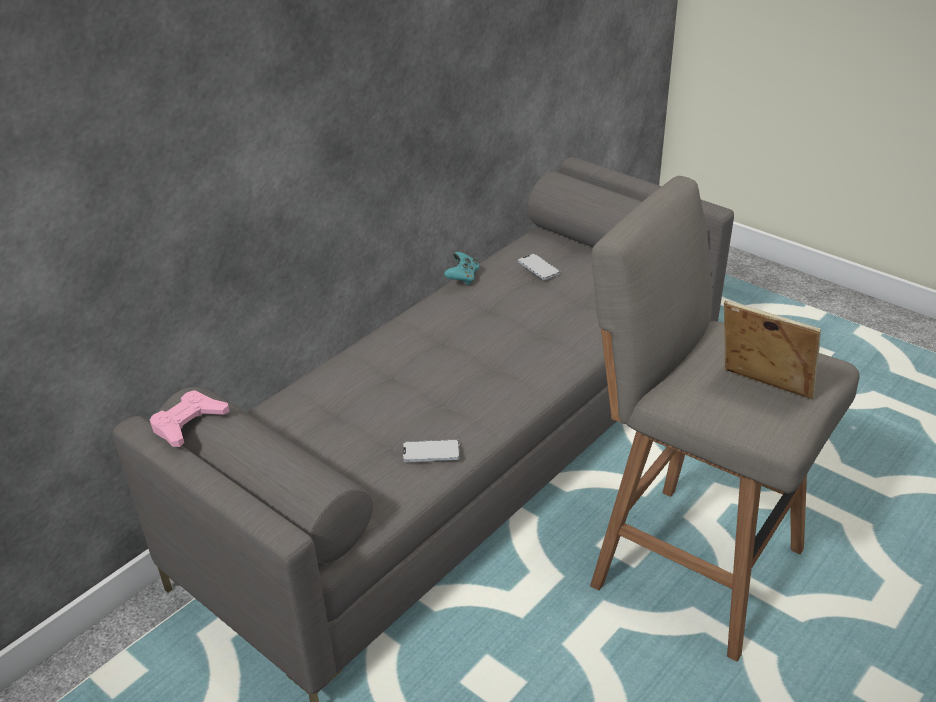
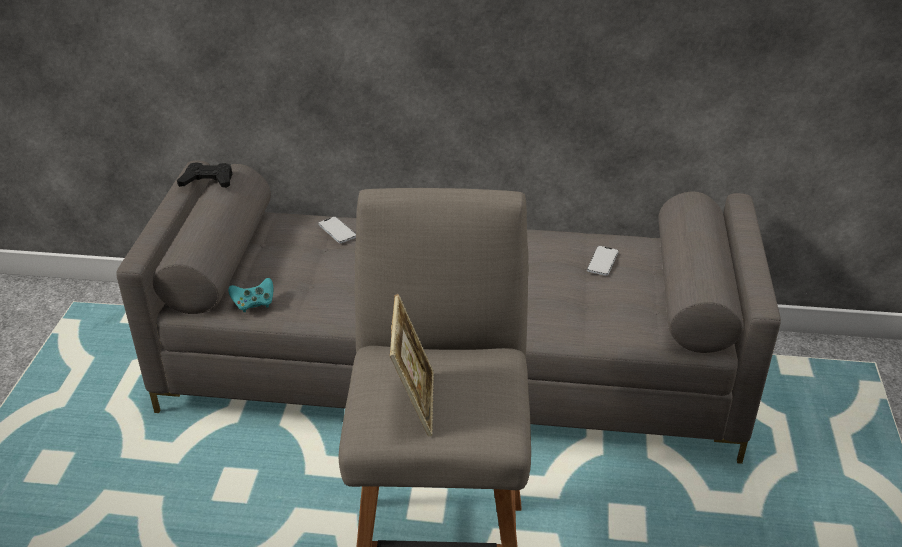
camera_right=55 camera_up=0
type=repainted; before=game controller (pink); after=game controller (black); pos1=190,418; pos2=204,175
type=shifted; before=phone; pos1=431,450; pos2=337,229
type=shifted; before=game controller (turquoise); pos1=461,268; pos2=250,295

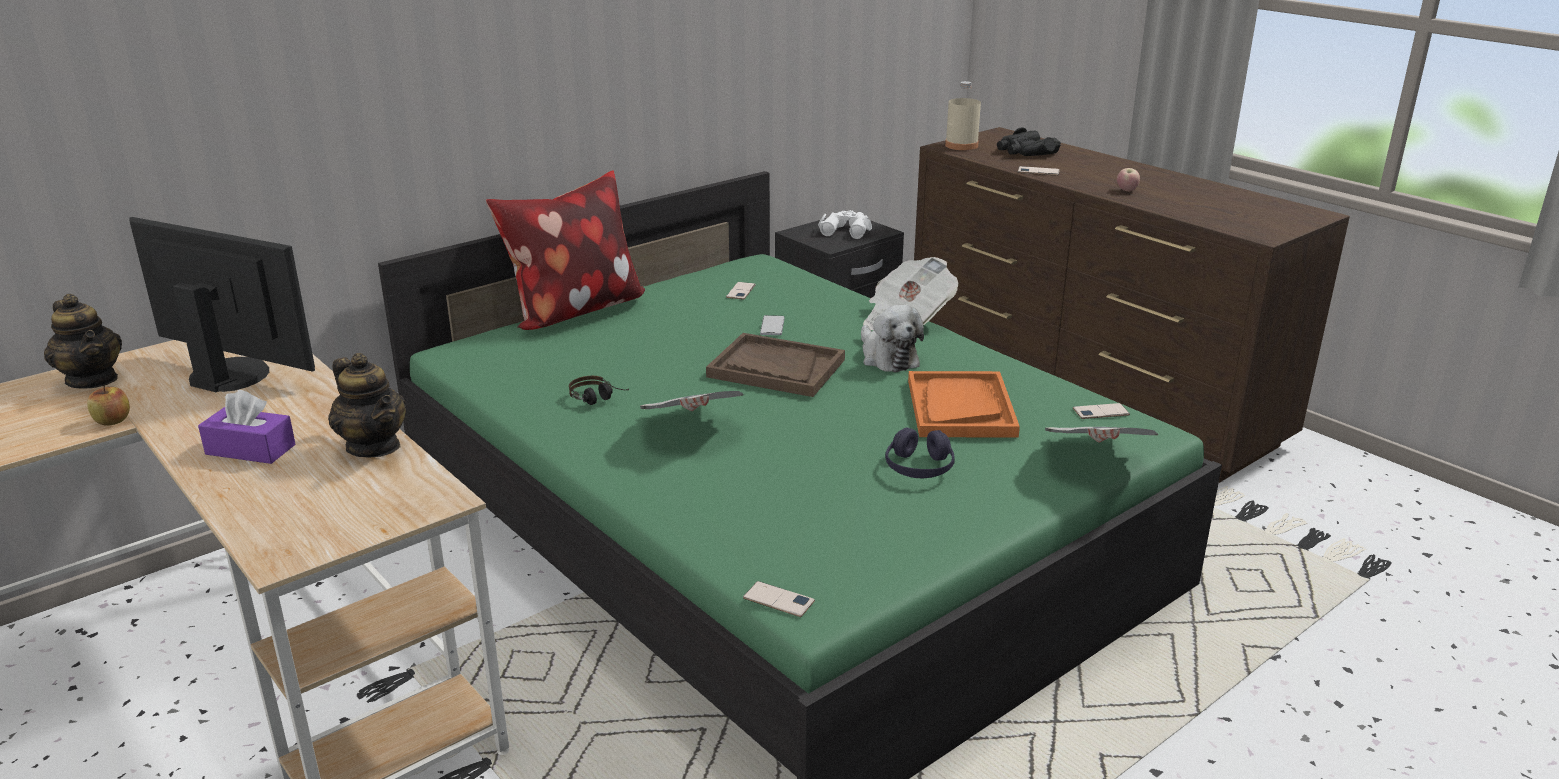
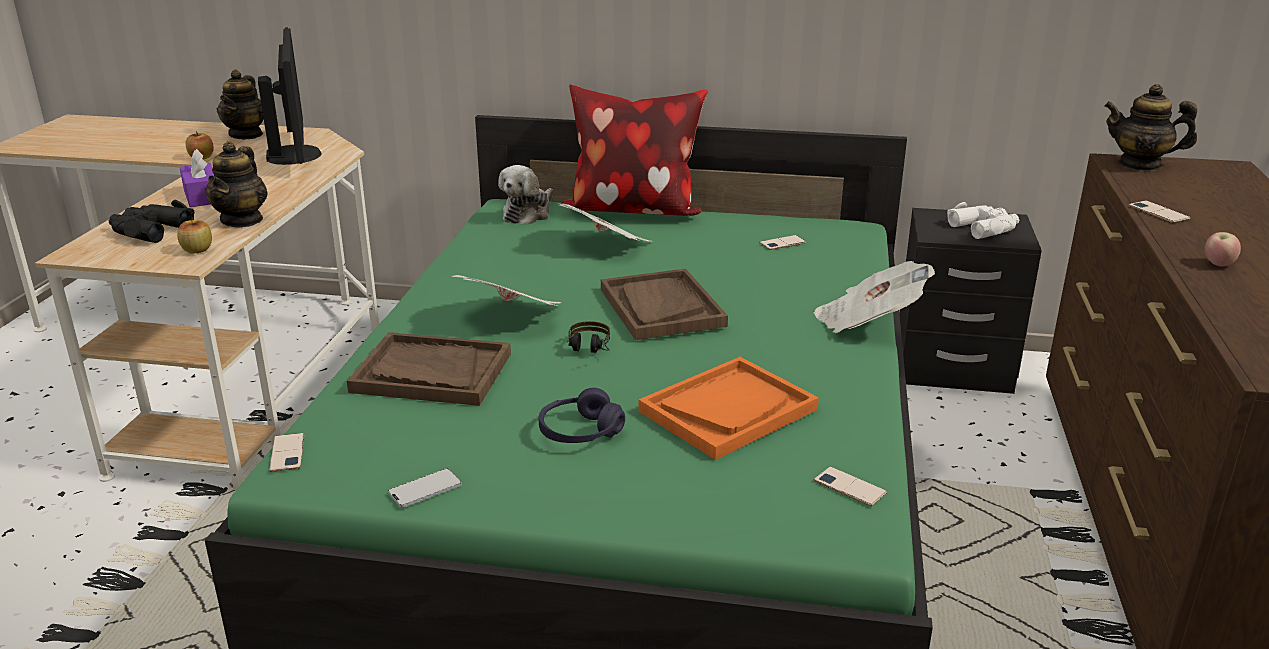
camera_right=50 camera_up=0
type=shifted; before=headphones; pos1=599,390; pos2=588,337
type=shifted; before=phone; pos1=772,325; pos2=425,488
type=shifted; before=plush toy; pos1=892,339; pos2=525,194
type=swapped; before=bottle (beige); after=teapot; pos1=963,115; pos2=1150,127
type=shifted; before=binoculars (black); pos1=1029,141; pos2=151,221
type=shifted; before=newspaper; pos1=1101,435; pos2=604,222
type=new; after=apple; pos2=194,235
type=new; after=tray (brown); pos2=429,369

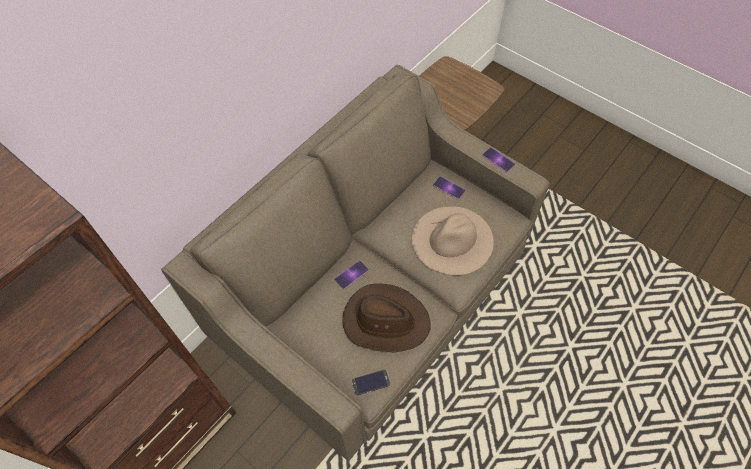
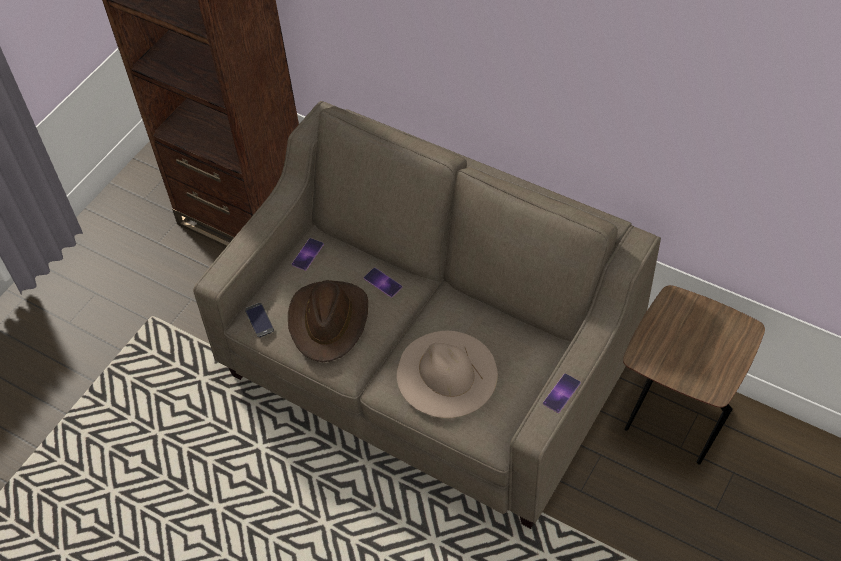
camera_right=85 camera_up=-5
type=shifted; before=phone; pos1=449,187; pos2=308,254

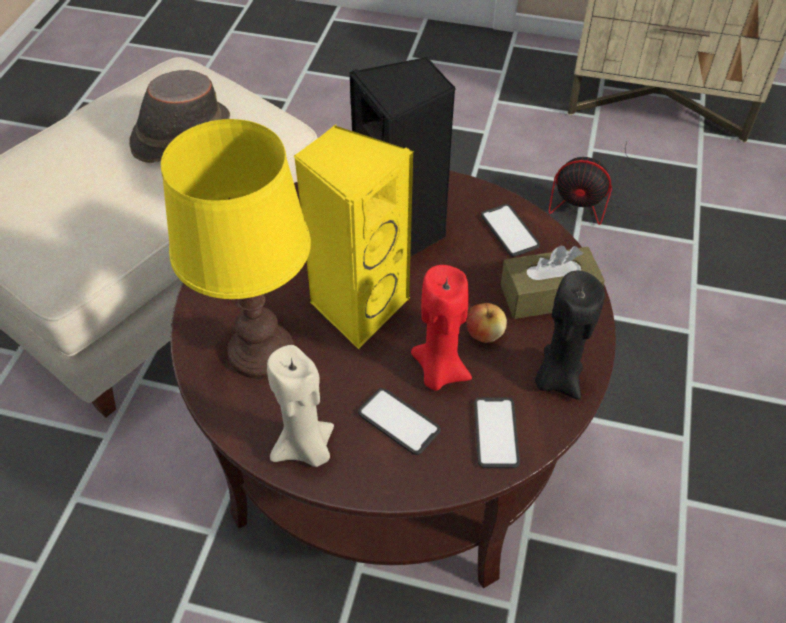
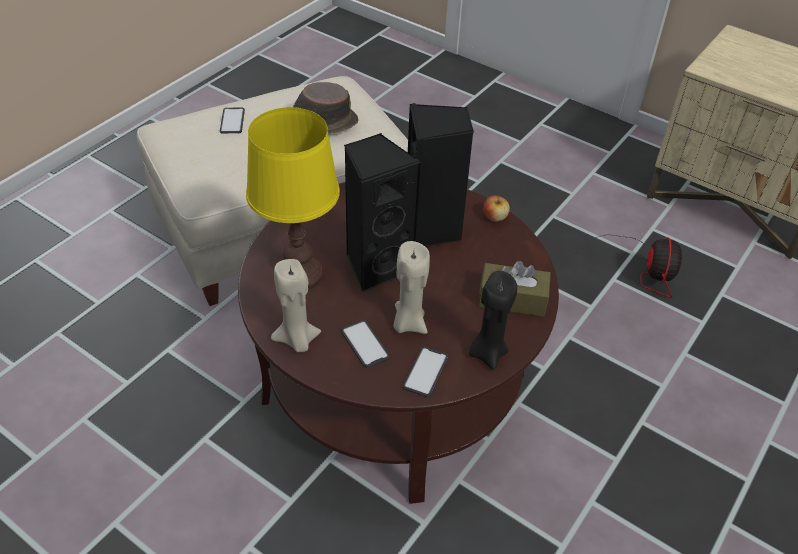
camera_right=20 camera_up=-5
type=repainted; before=speaker (yellow); after=speaker (black); pos1=353,236; pos2=382,213
type=repainted; before=candle (red); after=candle (beige); pos1=441,328; pos2=411,287
type=shifted; before=apple; pos1=486,323; pos2=496,208
type=shifted; before=phone; pos1=510,230; pos2=232,120
type=rotated; before=fan; pos1=604,183; pos2=619,266; turn=-120

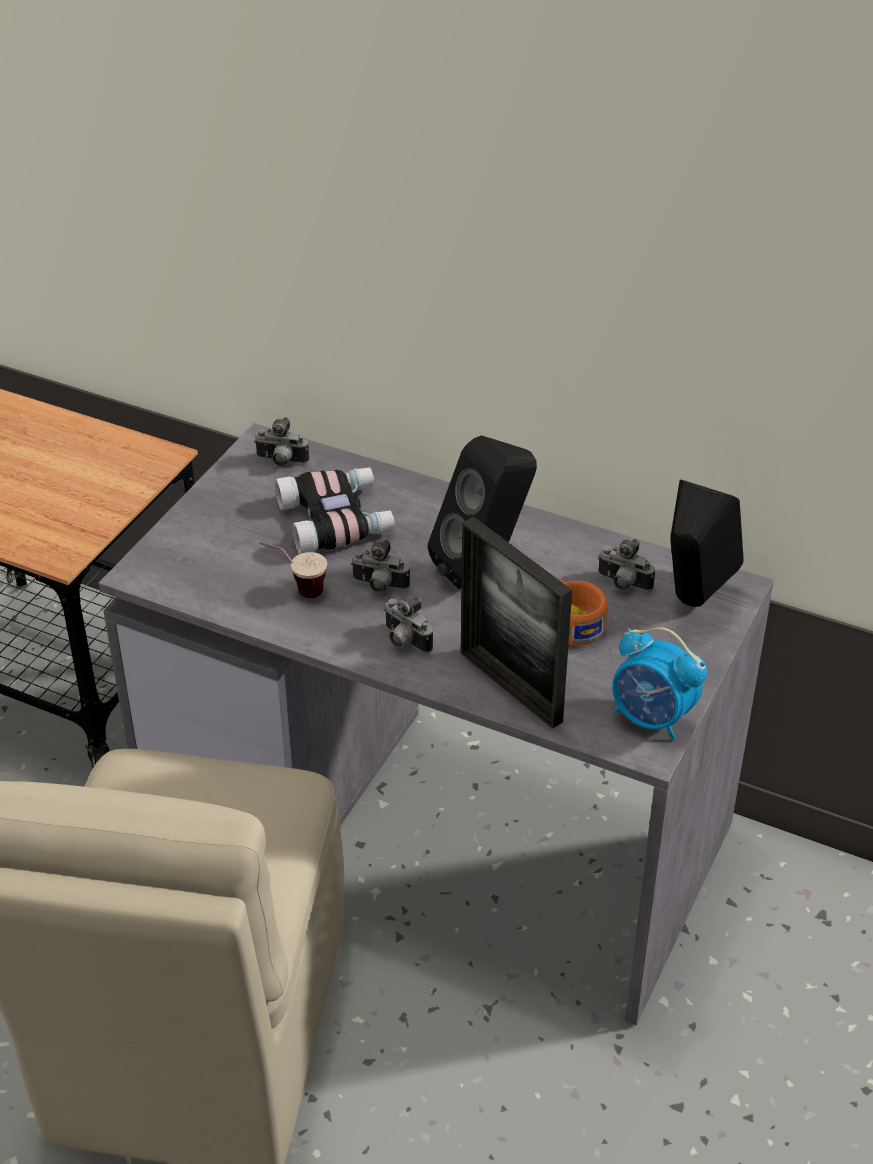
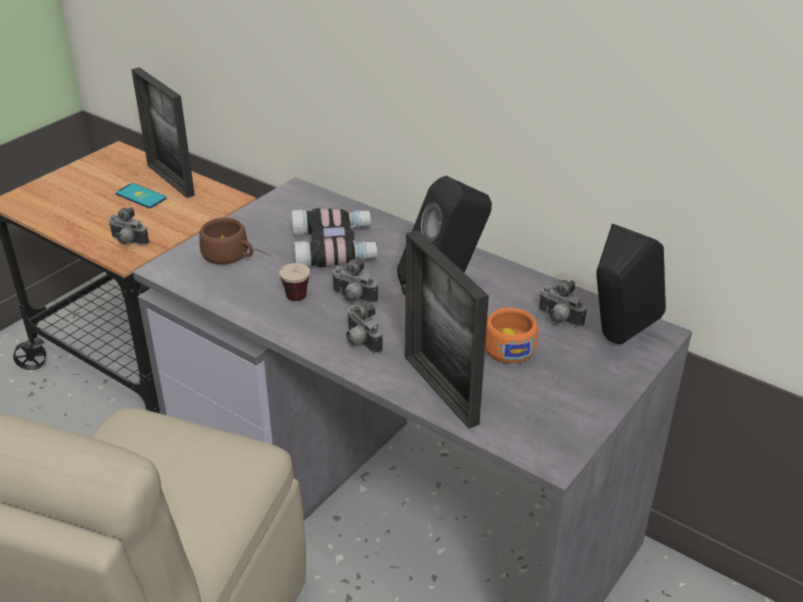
camera_right=10 camera_up=-5
type=shifted; before=photo camera; pos1=281,441; pos2=129,226
type=gone; before=alarm clock; pos1=659,684
type=new; after=phone; pos2=141,195
type=new; after=picture frame; pos2=163,132
type=new; after=cup (brown); pos2=226,241

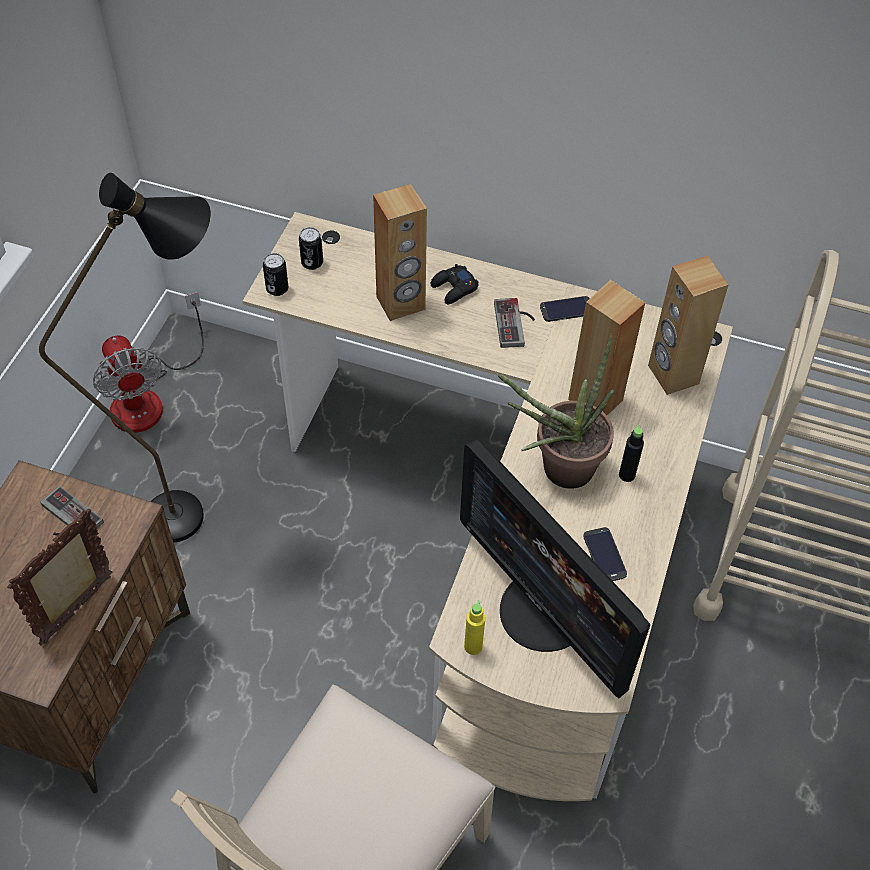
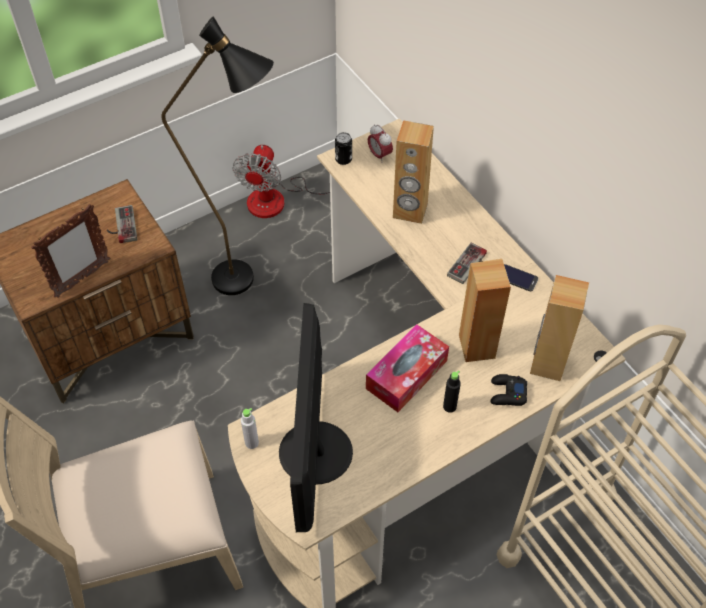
camera_right=40 camera_up=0
type=rotated; before=picture frame; pos1=59,577; pos2=70,251; turn=150
type=swapped; before=can; after=alarm clock; pos1=311,248; pos2=380,143
type=shifted; before=game controller (black); pos1=455,284; pos2=508,390
type=repainted; before=bottle (yellow); after=bottle (grey); pos1=475,627; pos2=250,428
type=swapped; before=potted plant; after=tissue box; pos1=556,411; pos2=407,368
type=gone; before=phone; pos1=605,554

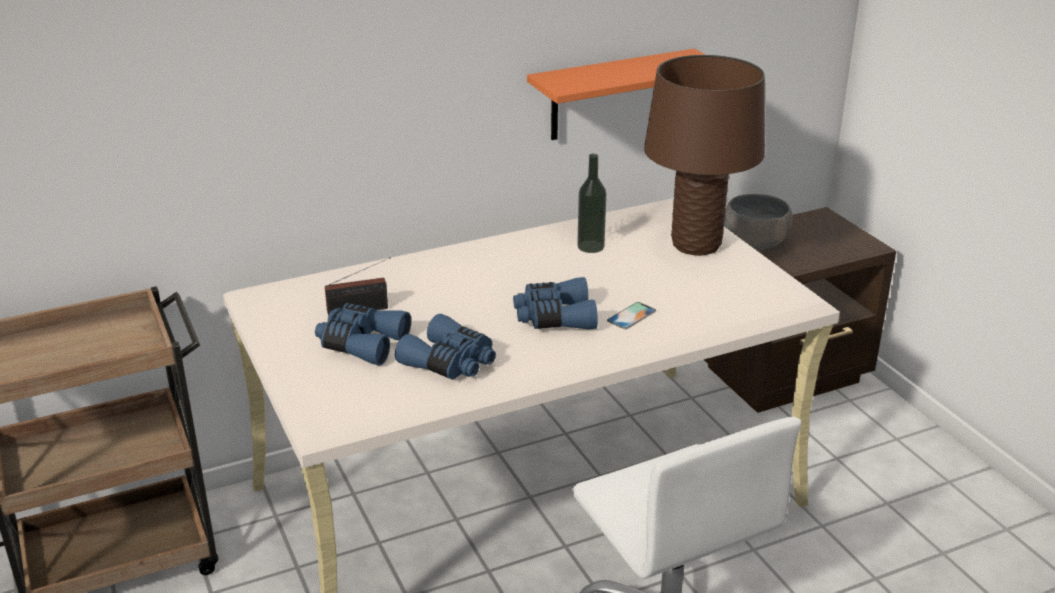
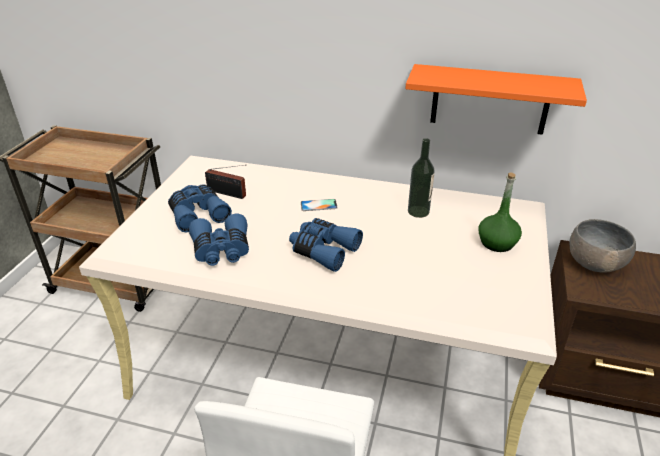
camera_right=40 camera_up=5
type=shifted; before=phone; pos1=631,315; pos2=319,205
type=swapped; before=table lamp (brown); after=bottle (green); pos1=704,155; pos2=500,212

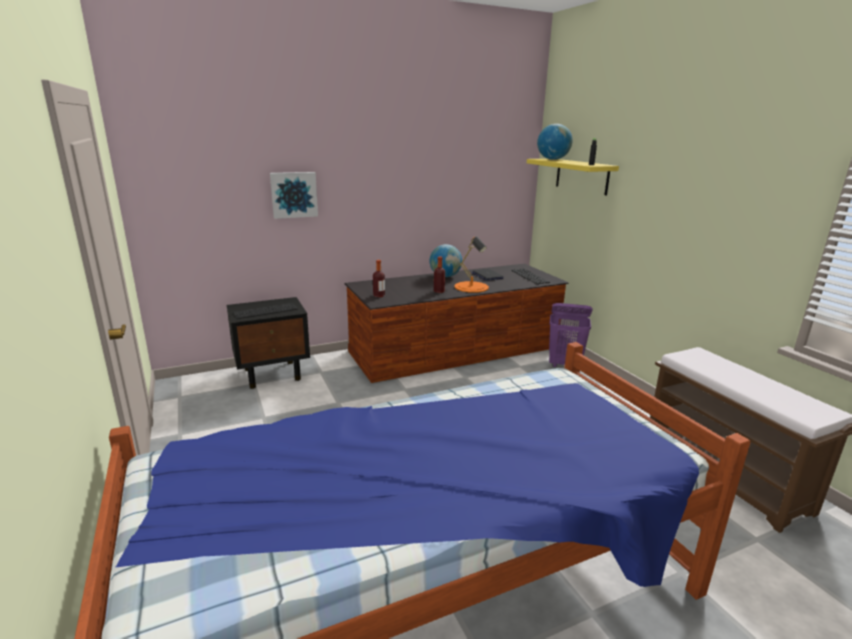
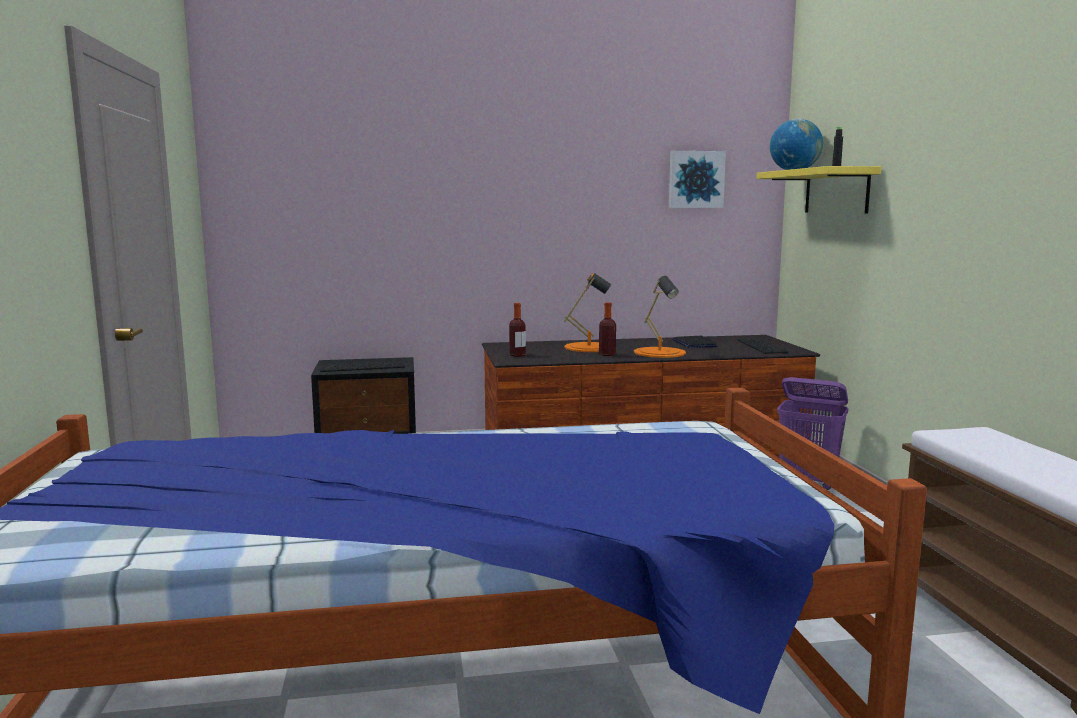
camera_right=15 camera_up=-10
type=shifted; before=picture; pos1=294,195; pos2=697,179
type=gone; before=globe; pos1=445,260
type=new; after=table lamp (orange); pos2=587,312

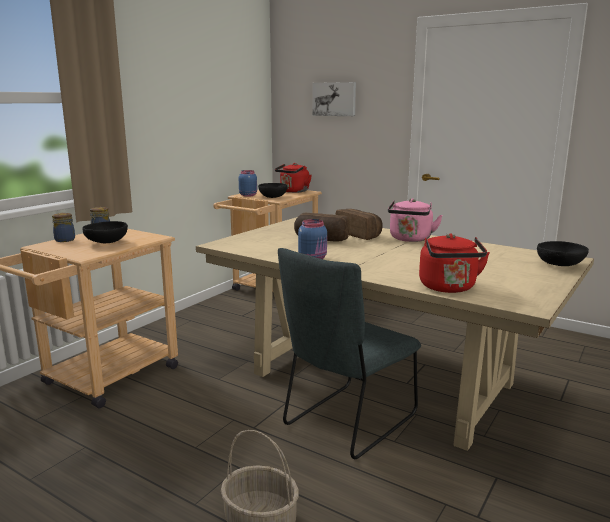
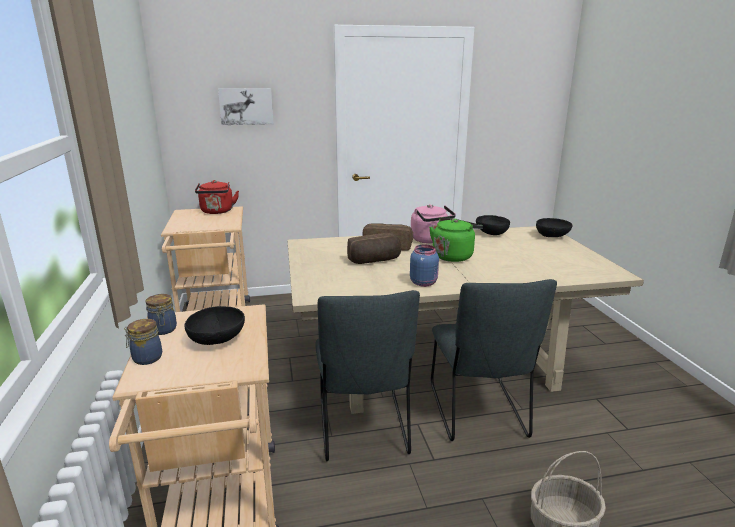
camera_right=-45 camera_up=5
type=gone; before=jar (blue); pos1=248,183
type=shifted; before=bowl (black); pos1=272,190; pos2=493,225
type=gone; before=kettle (red); pos1=454,263
type=new; after=chair (grey); pos2=367,375
type=new; after=kettle (green); pos2=456,240

